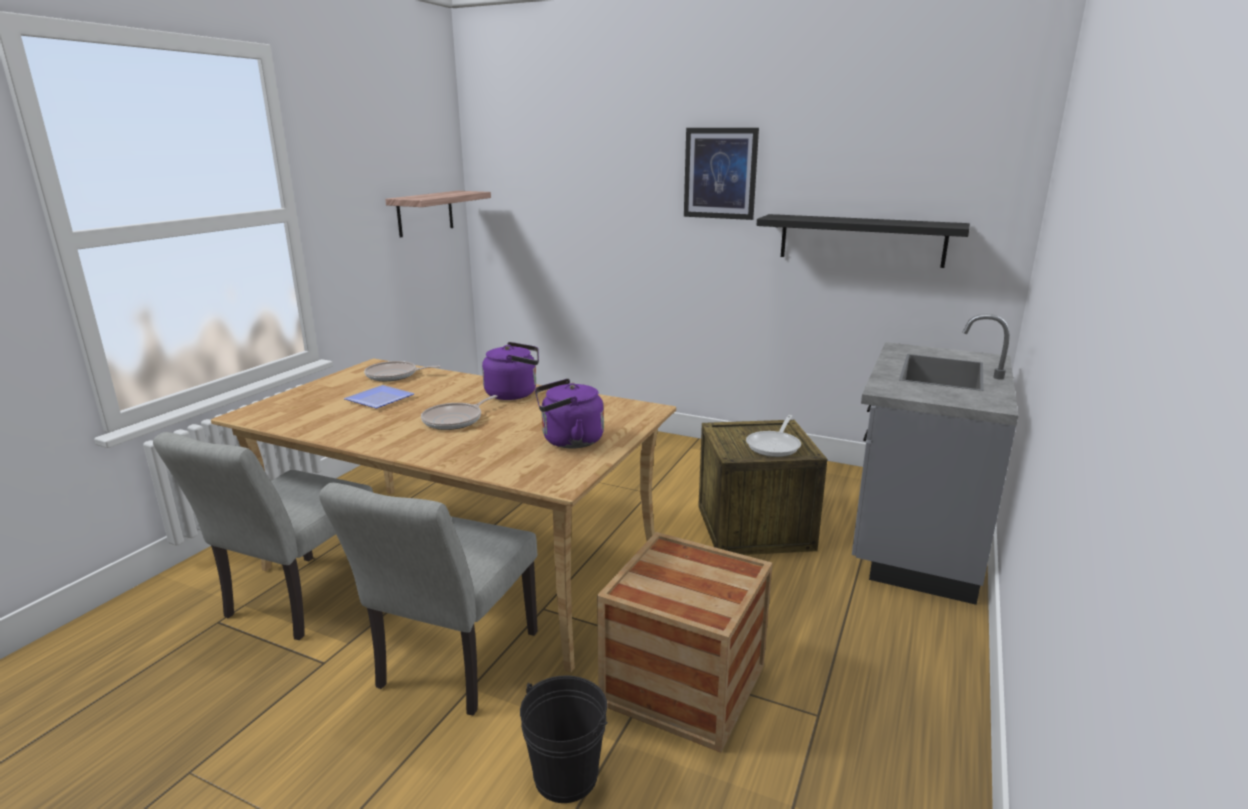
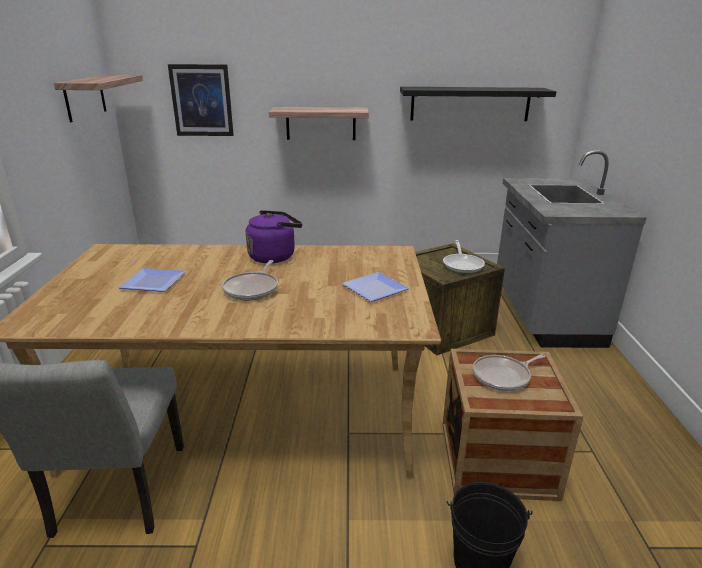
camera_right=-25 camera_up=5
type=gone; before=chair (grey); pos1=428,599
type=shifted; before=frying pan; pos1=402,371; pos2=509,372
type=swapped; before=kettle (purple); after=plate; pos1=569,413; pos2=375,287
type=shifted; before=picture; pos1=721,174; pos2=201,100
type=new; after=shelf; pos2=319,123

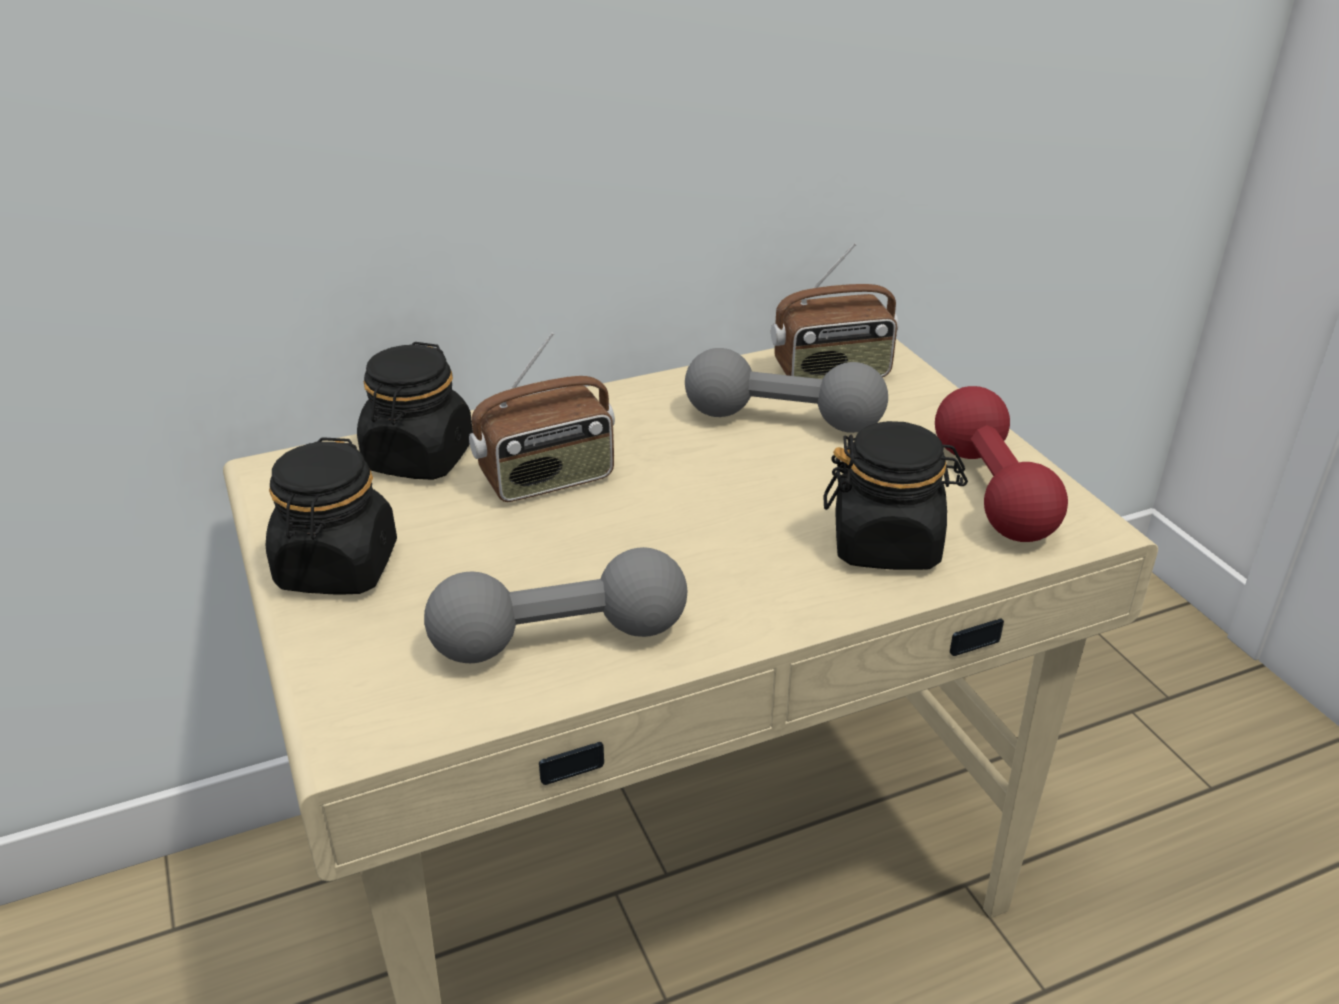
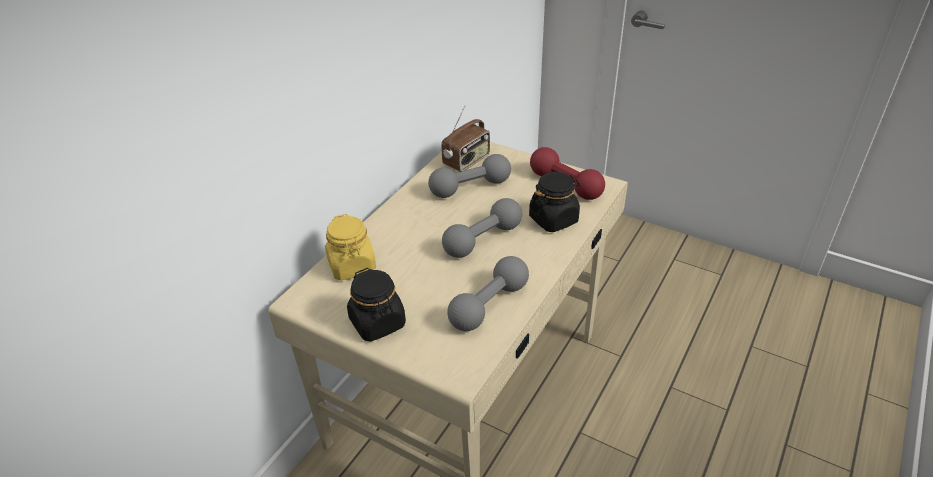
camera_right=-35 camera_up=5
type=repainted; before=jar (black); after=jar (yellow); pos1=415,411; pos2=350,247
type=gone; before=radio; pos1=542,417
type=new; after=dumbbell (grey); pos2=482,228

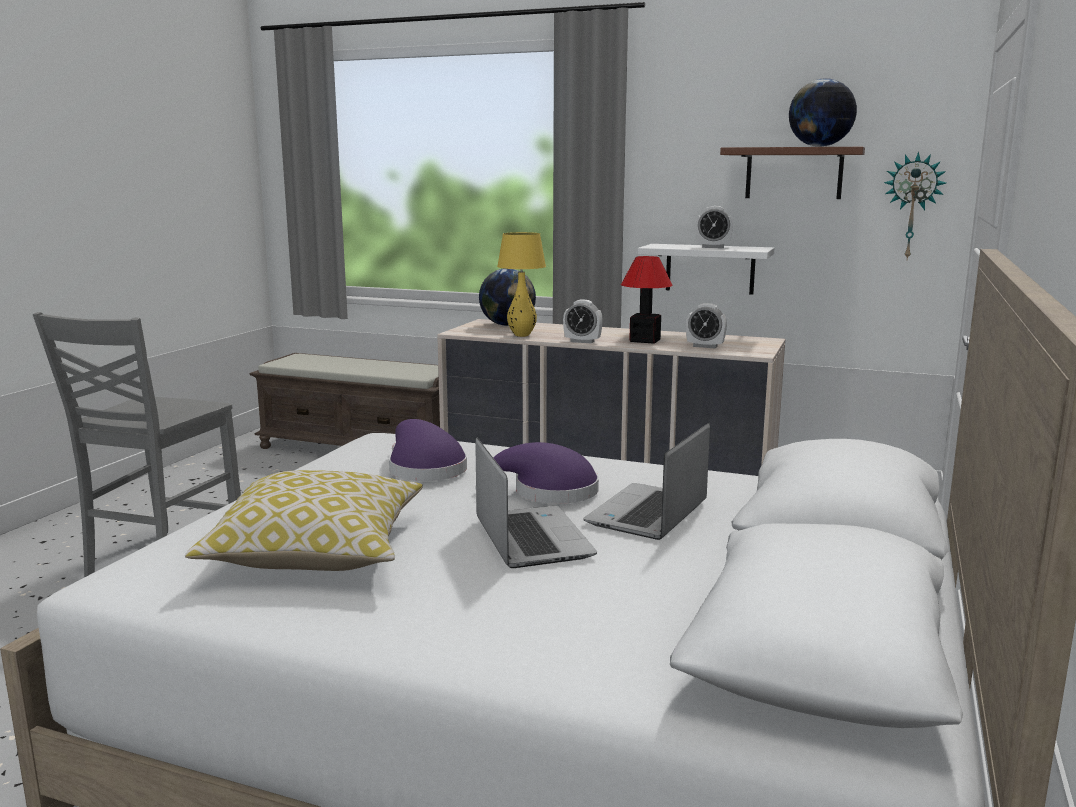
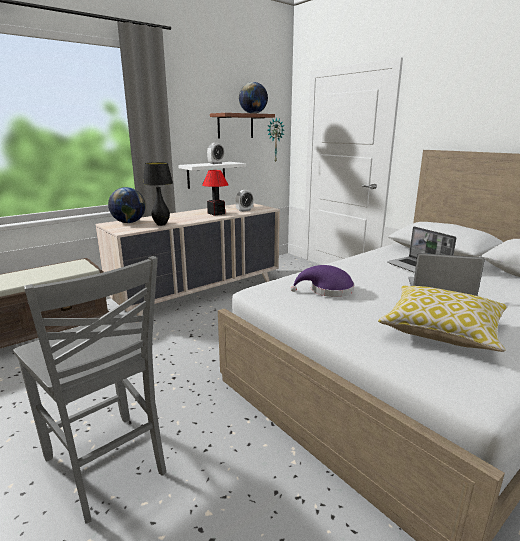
camera_right=-60 camera_up=5
type=gone; before=hat (purple); pos1=537,473
type=repainted; before=table lamp (yellow); after=table lamp (black); pos1=521,284; pos2=158,194
type=gone; before=alarm clock; pos1=583,322

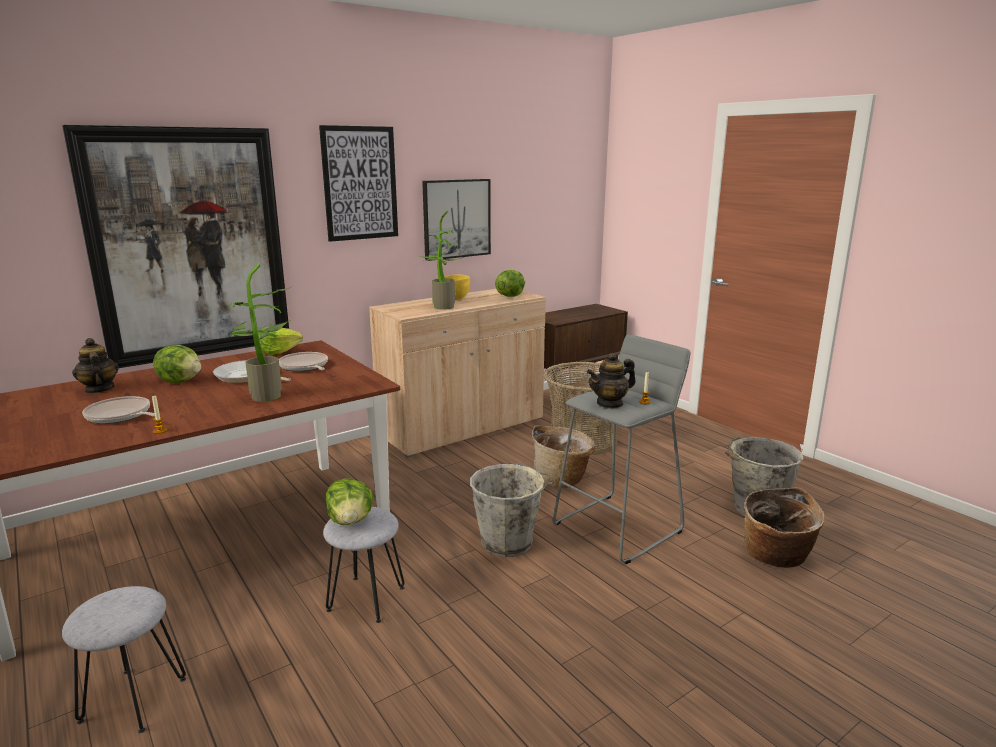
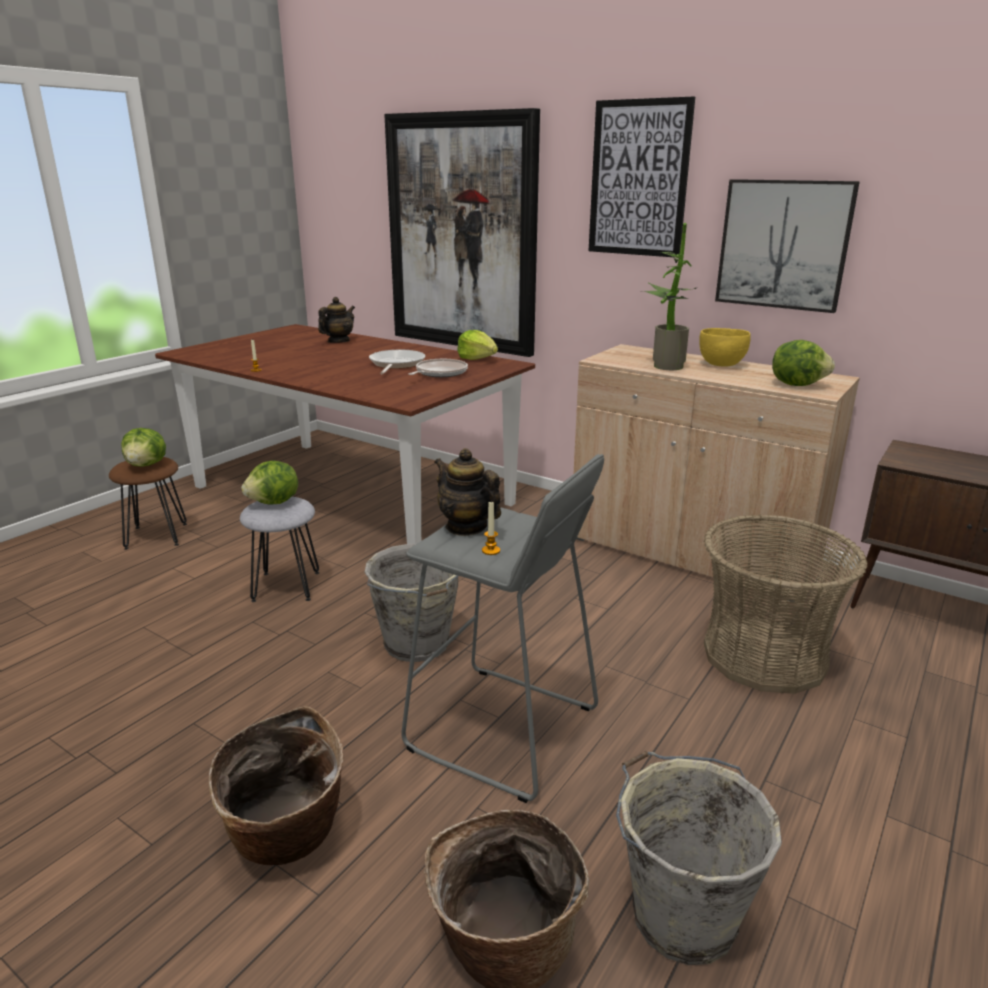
camera_right=70 camera_up=5
type=repainted; before=stool (grey); after=stool (brown); pos1=124,659; pos2=148,503
type=gone; before=frying pan; pos1=118,410
type=shifted; before=lettuce; pos1=177,364; pos2=143,447
type=gone; before=potted plant; pos1=259,333
type=shifted; before=basket; pos1=563,456; pos2=276,785

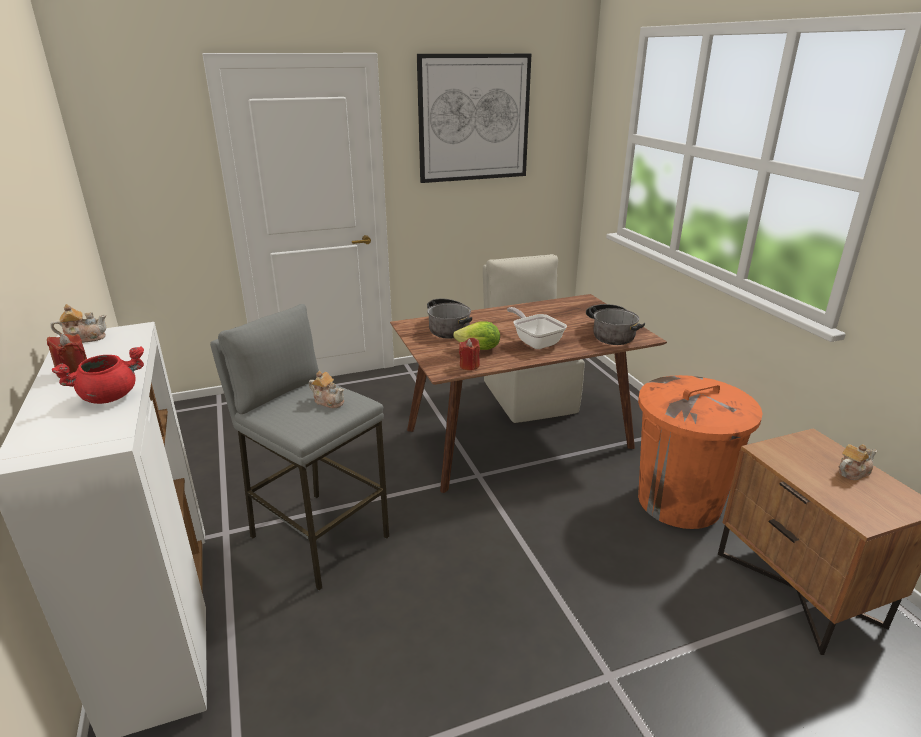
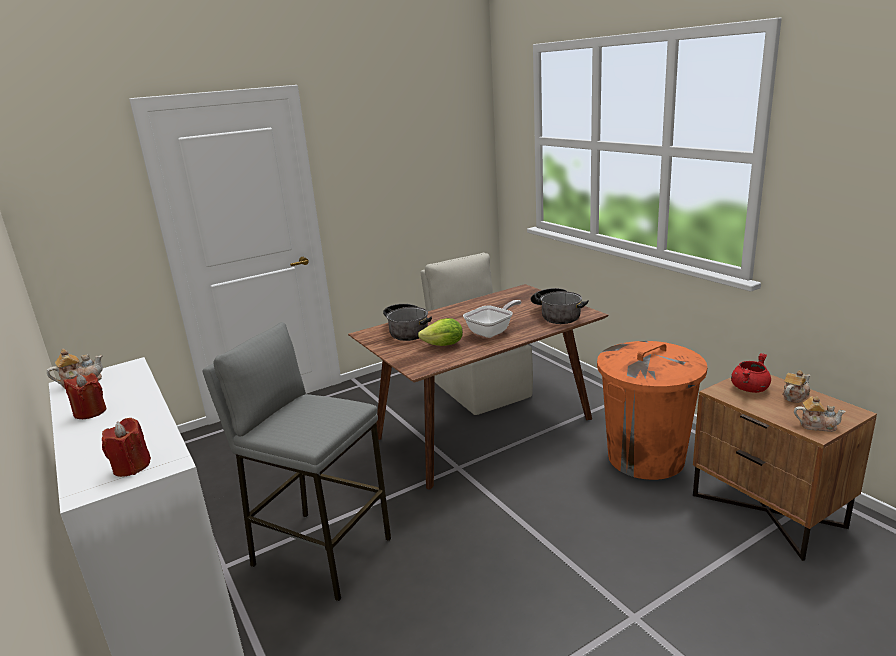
camera_right=-10 camera_up=-5
type=shifted; before=cooking pot (red); pos1=98,375; pos2=751,373
type=shifted; before=teapot; pos1=326,389; pos2=820,414
type=gone; before=picture; pos1=474,118
type=shifted; before=candle (red); pos1=469,354; pos2=126,447
type=rotated; before=frying pan; pos1=537,328; pos2=492,319; turn=90

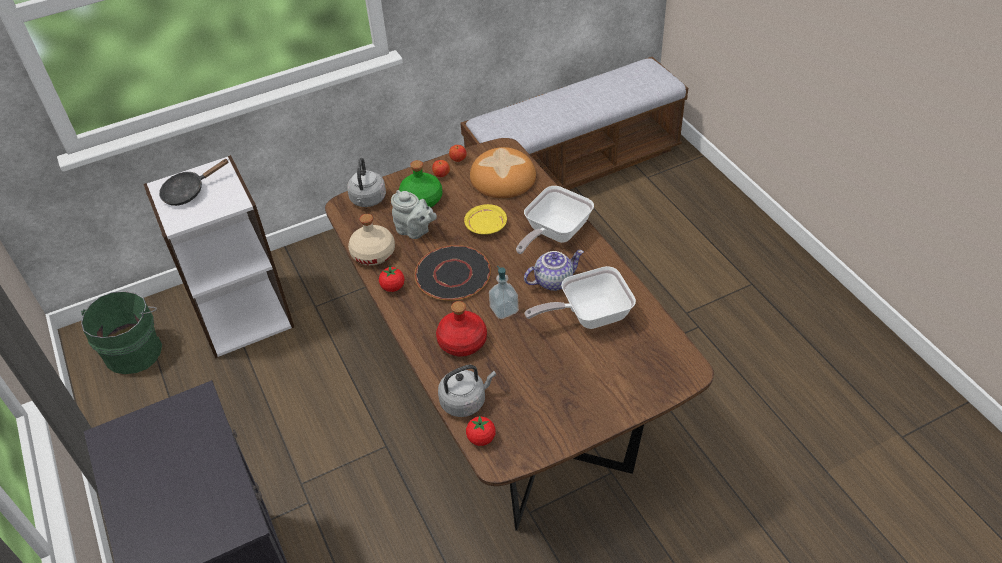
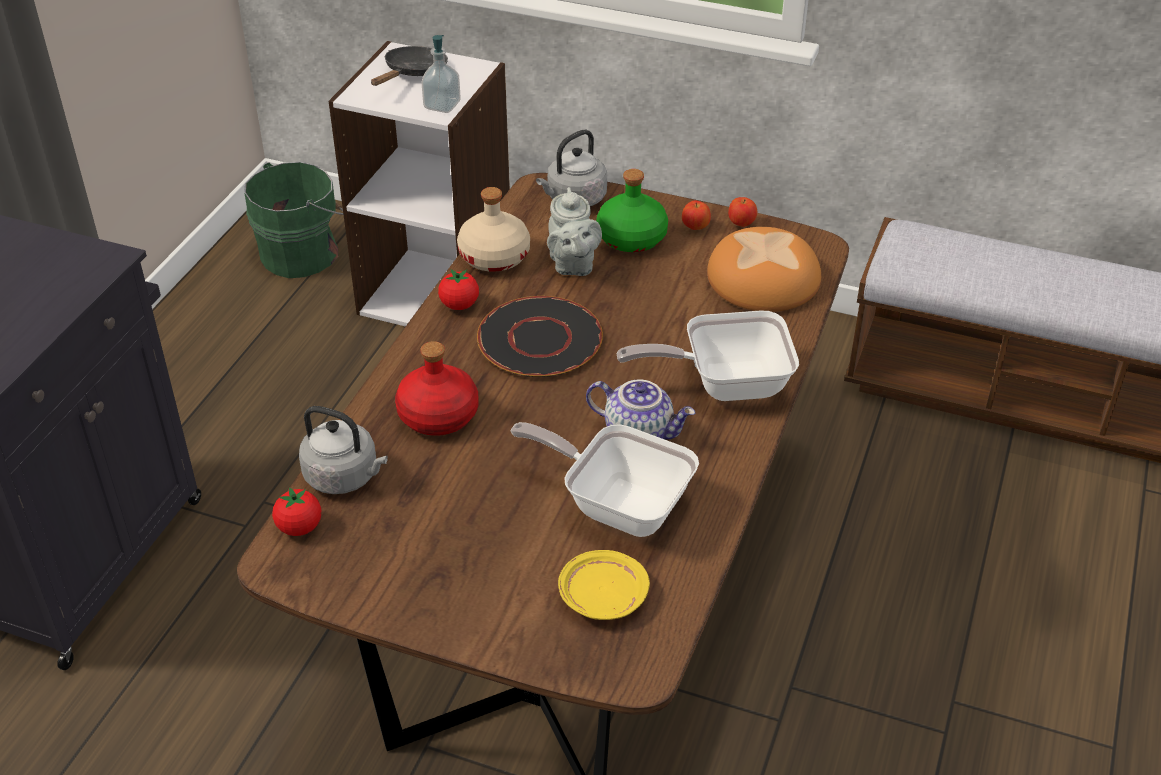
camera_right=45 camera_up=-5
type=rotated; before=frying pan (black); pos1=194,182; pos2=409,66; turn=105
type=shifted; before=plate (yellow); pos1=485,219; pos2=604,585
type=shifted; before=soap dispenser; pos1=504,292; pos2=441,74

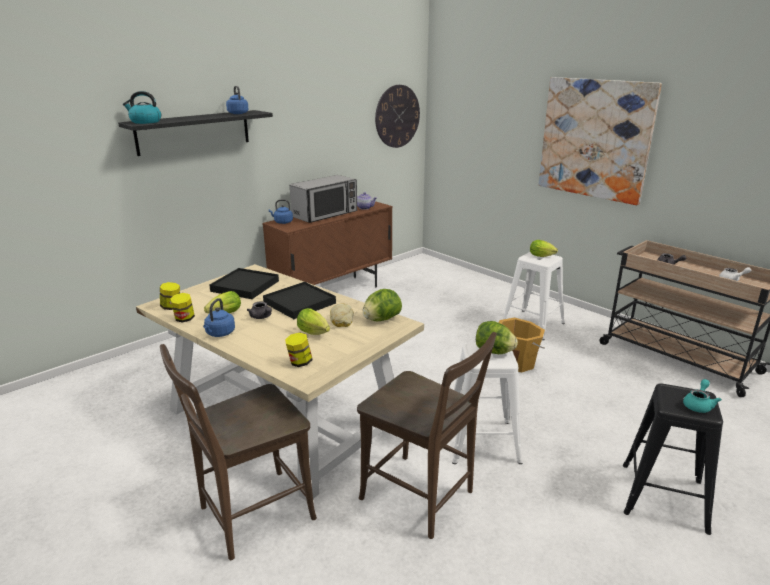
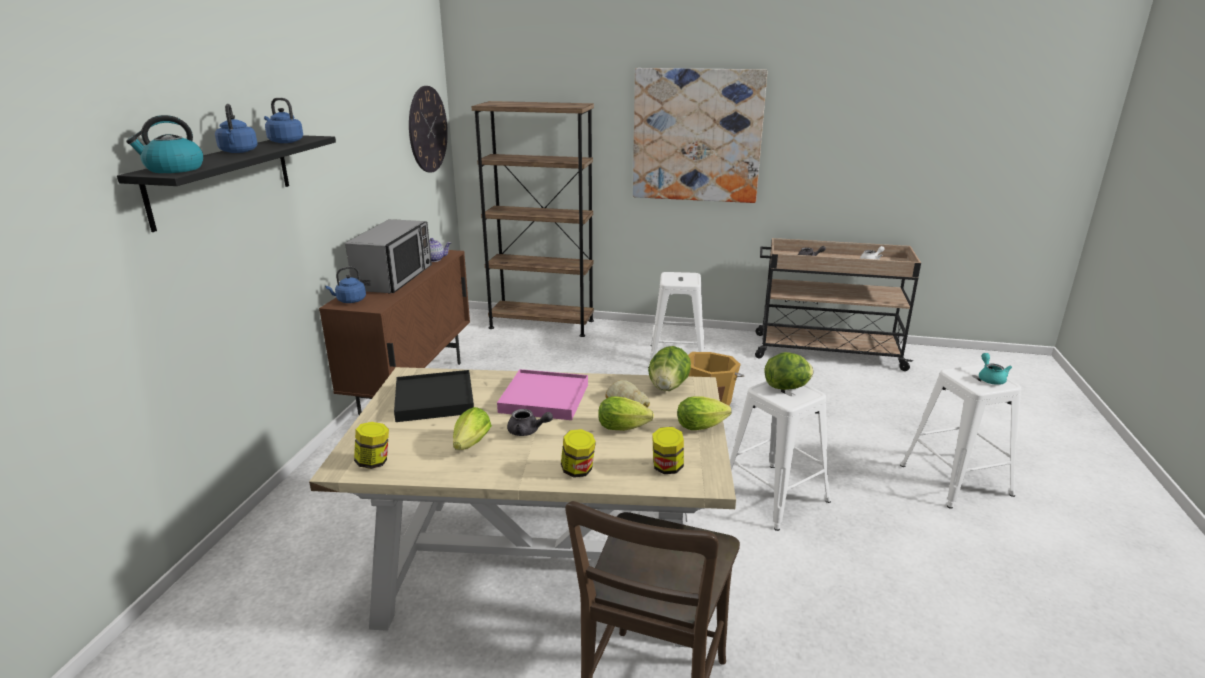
camera_right=-35 camera_up=0
type=shifted; before=jar; pos1=182,308; pos2=578,453
type=shifted; before=kettle (blue); pos1=219,317; pos2=236,128
type=repainted; before=tray (black); after=tray (pink); pos1=299,300; pos2=542,394
type=gone; before=chair (brown); pos1=427,435
type=shifted; before=lettuce; pos1=544,248; pos2=704,413
type=repainted; before=stool (black); after=stool (white); pos1=673,459; pos2=960,437
type=new; after=bookcase (brown); pos2=532,219

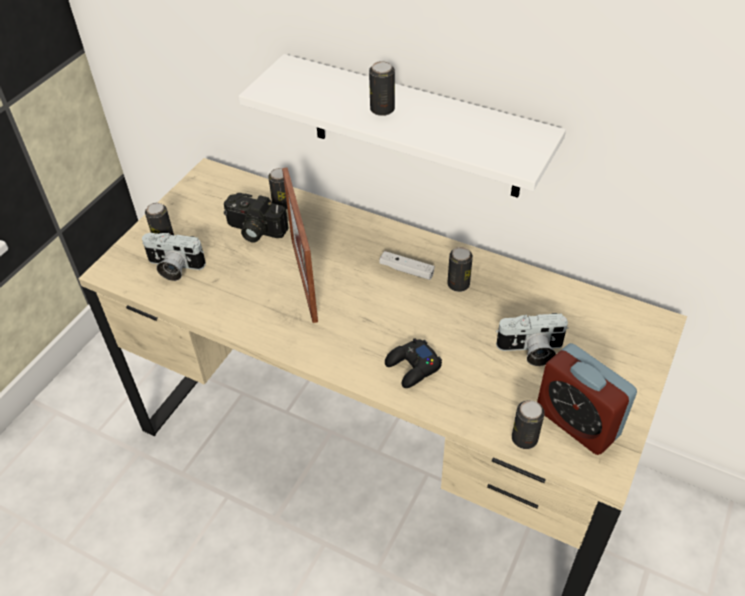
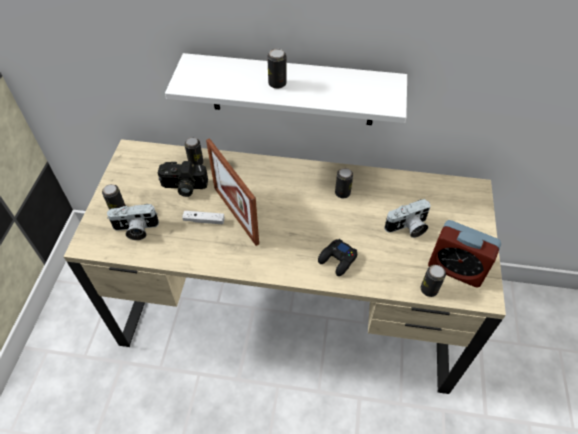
camera_right=-20 camera_up=5
type=shifted; before=game controller (white); pos1=407,265; pos2=203,217

